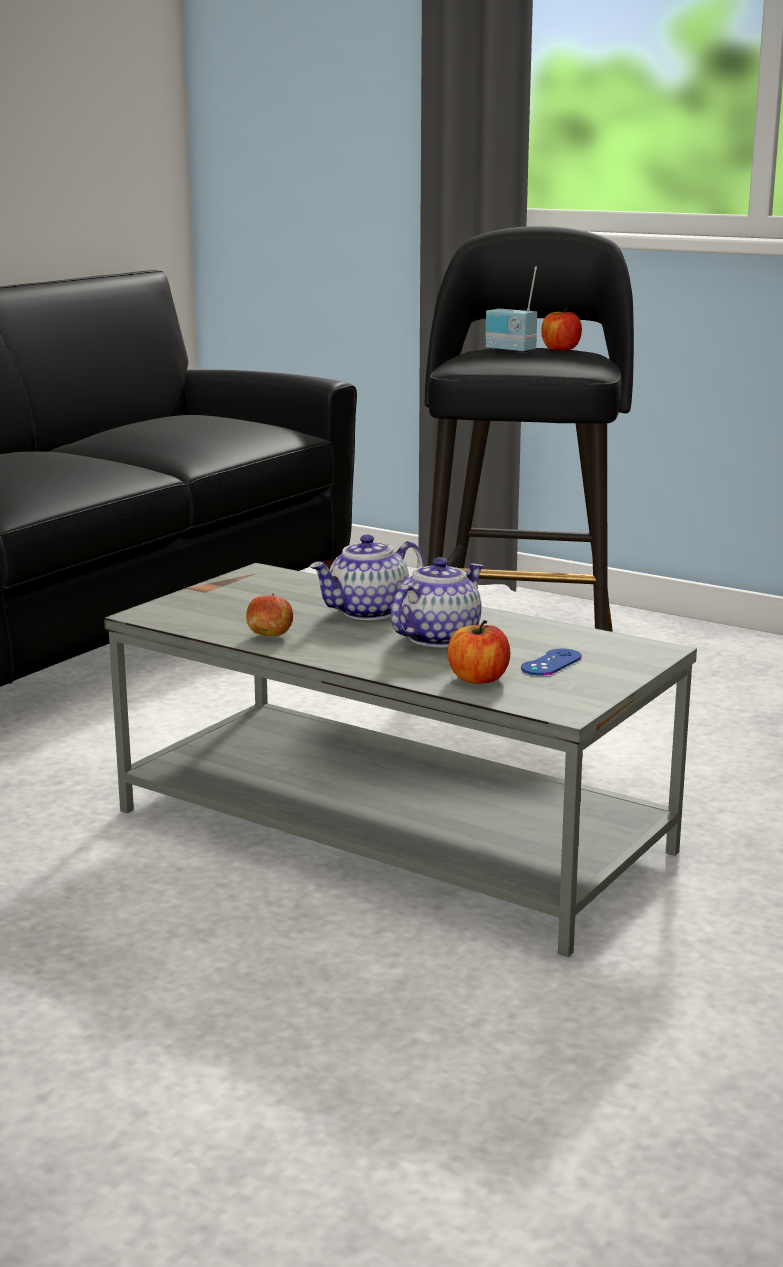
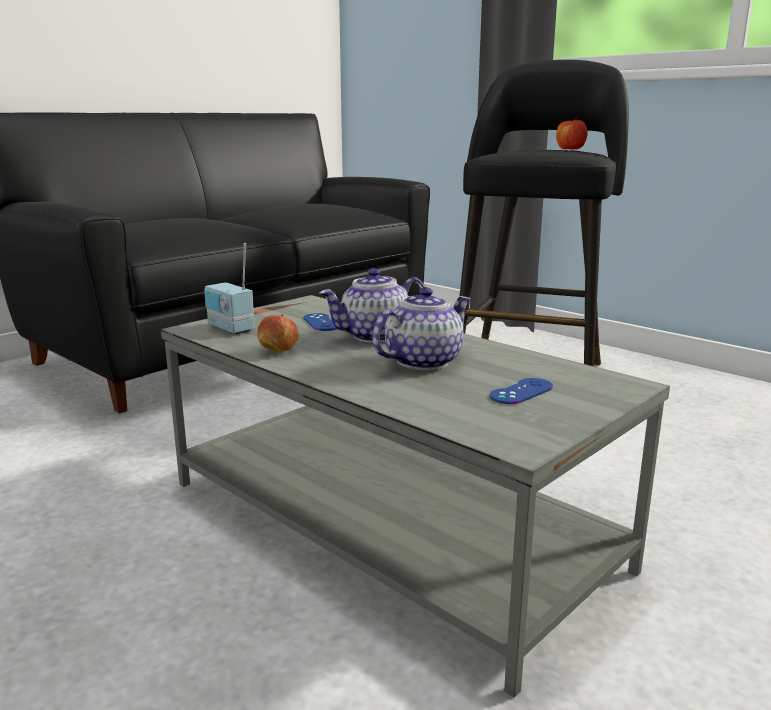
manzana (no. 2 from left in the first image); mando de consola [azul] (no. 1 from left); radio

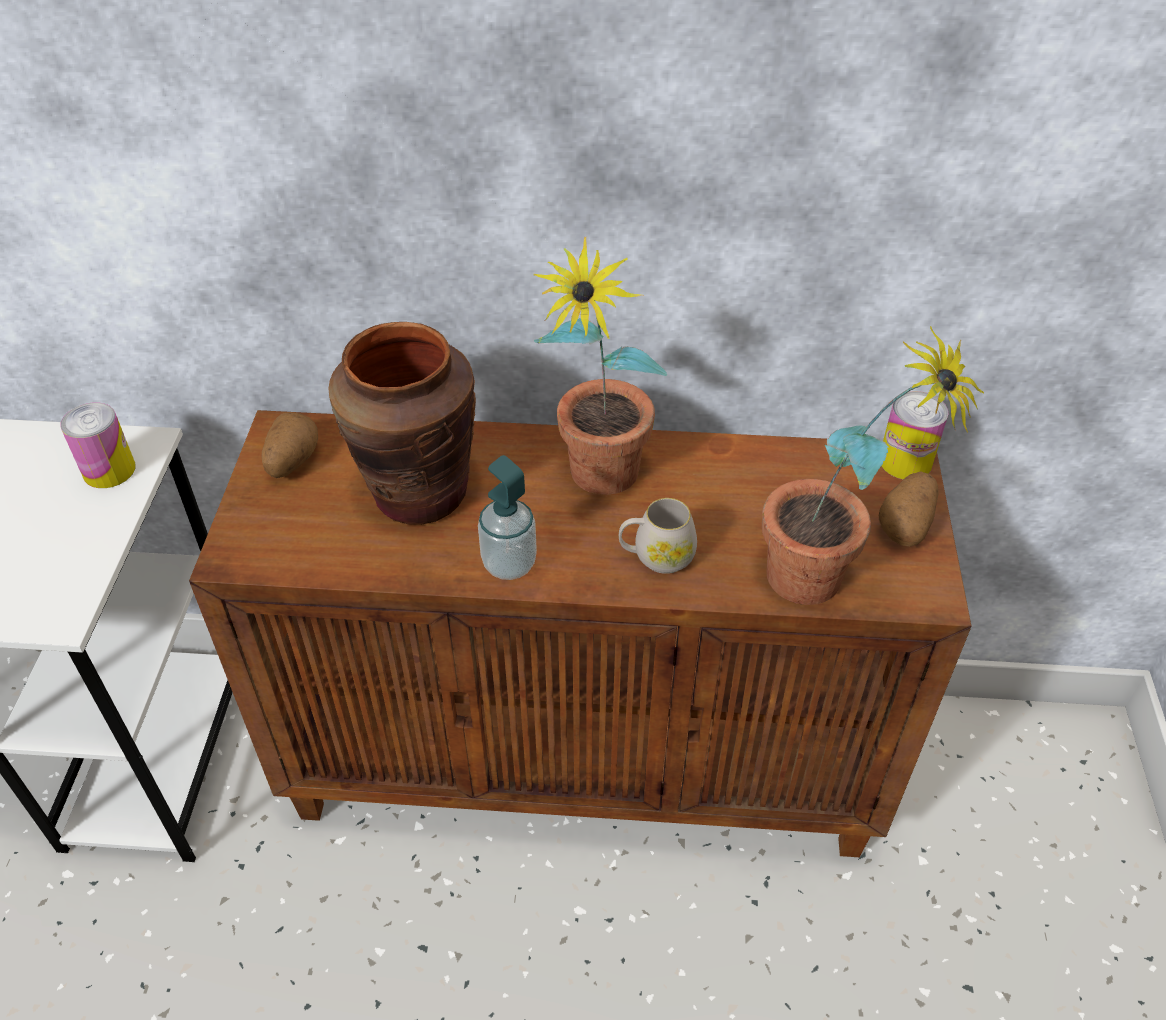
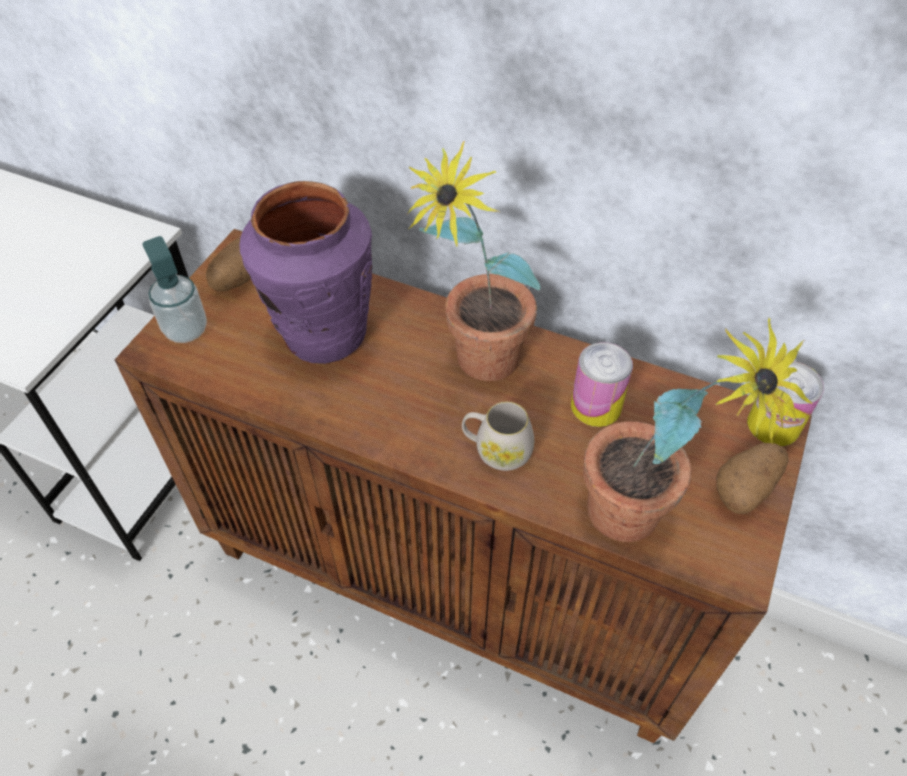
lata (no. 1 from left); dispensador de jabón; florero [morado]

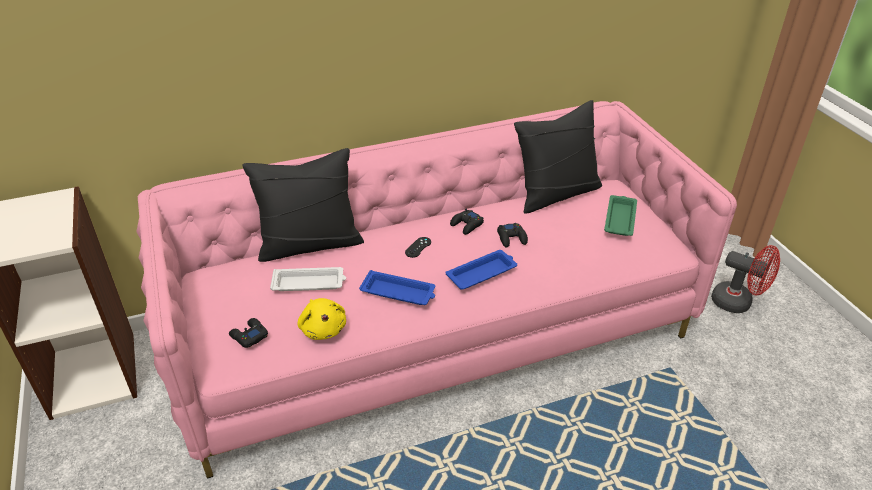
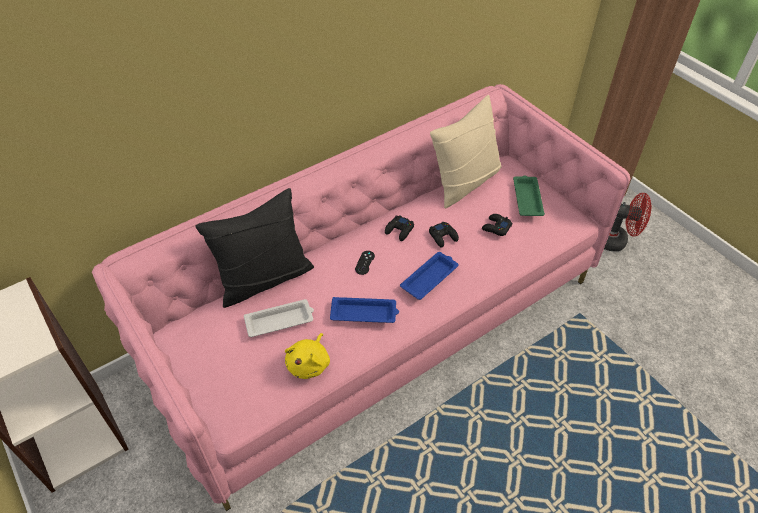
mando de consola [negro] (no. 4 from left); cojín [beis]; peluche [amarillo]

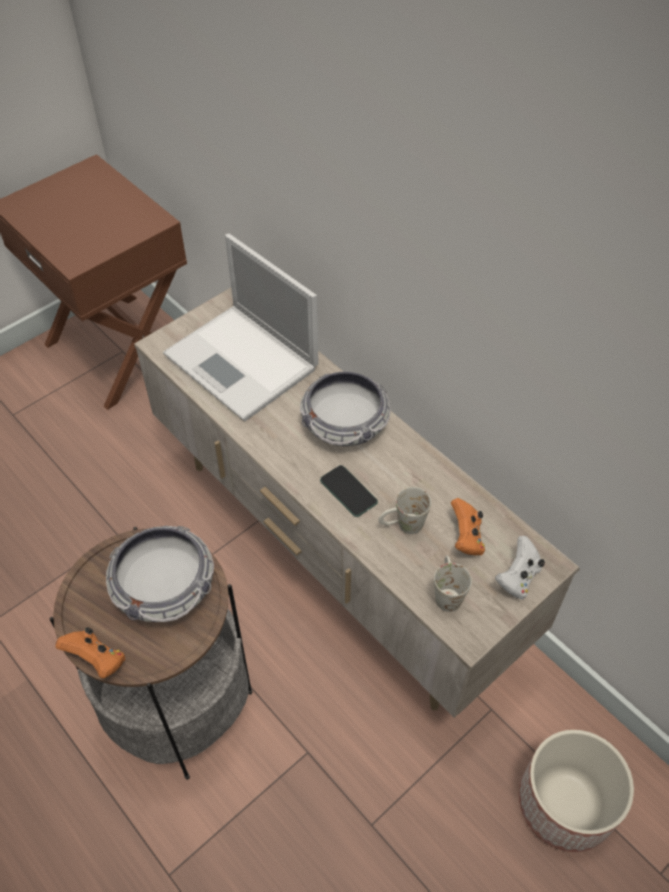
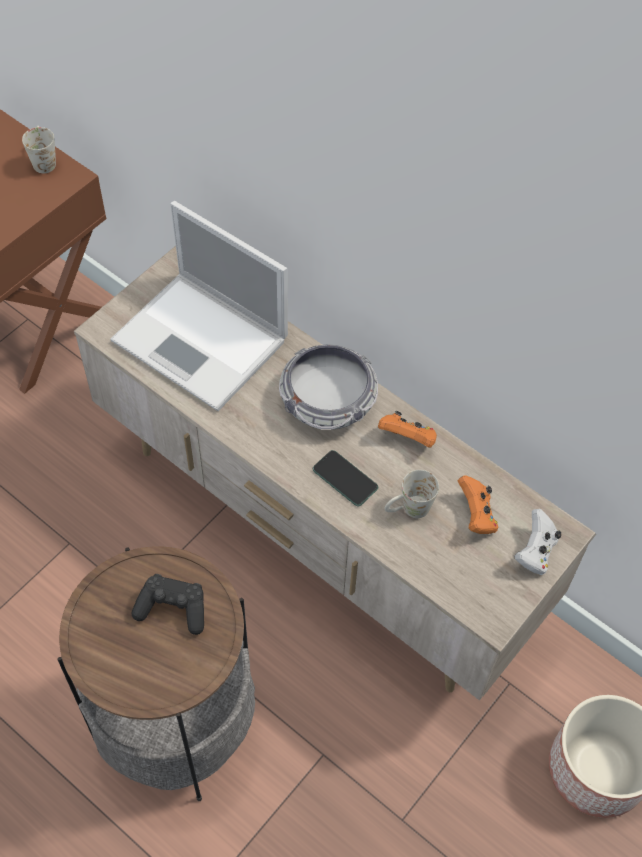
mando de consola [naranja] (no. 1 from left); taza grande [blanco] (no. 1 from left); mando de consola [negro]

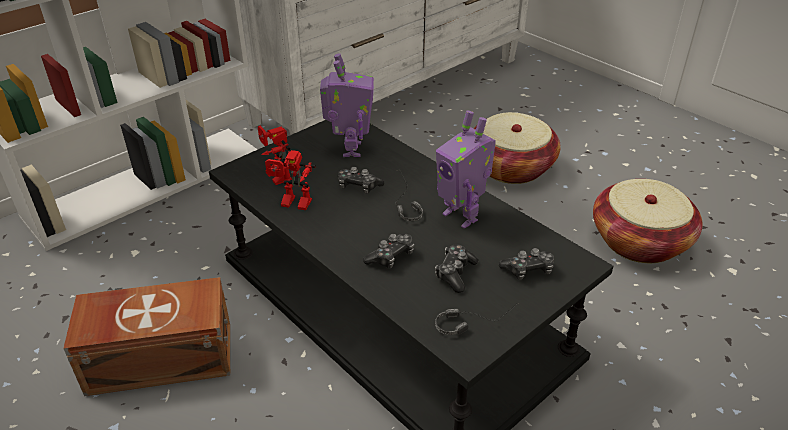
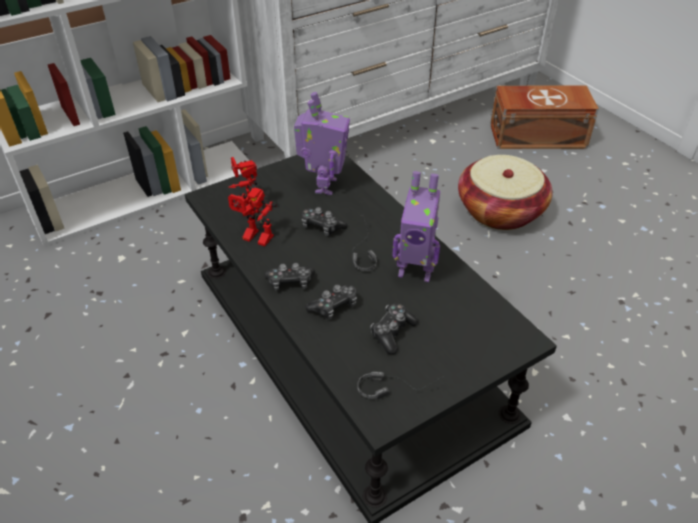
cesta (no. 2 from left in the first image); caja de almacenaje [marrón]; mando de consola (no. 1 from left); robot de juguete (no. 4 from left)

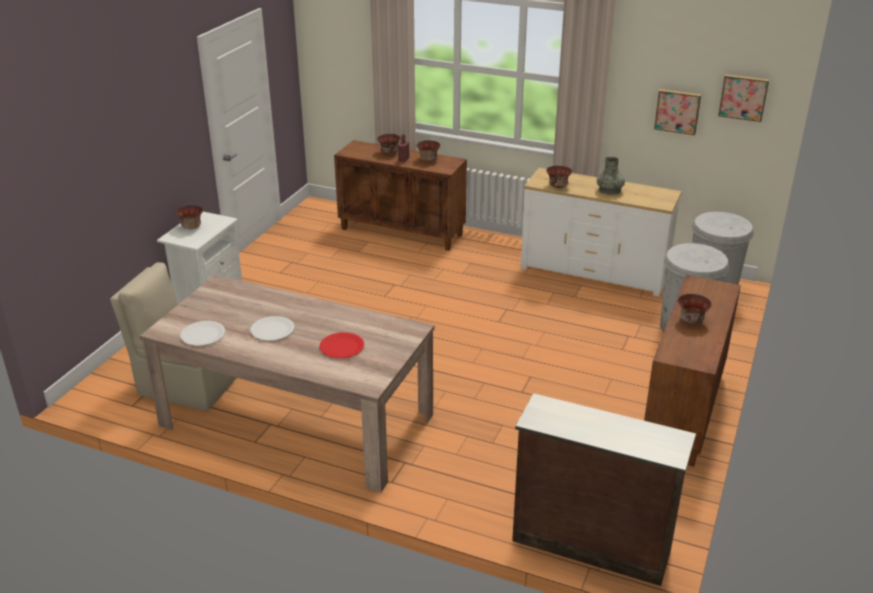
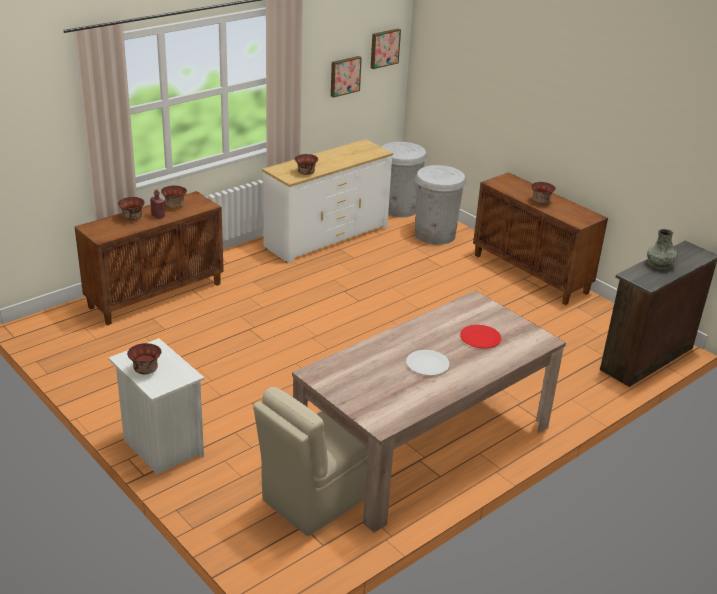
plato [blanco] (no. 1 from left in the first image); florero [gris]

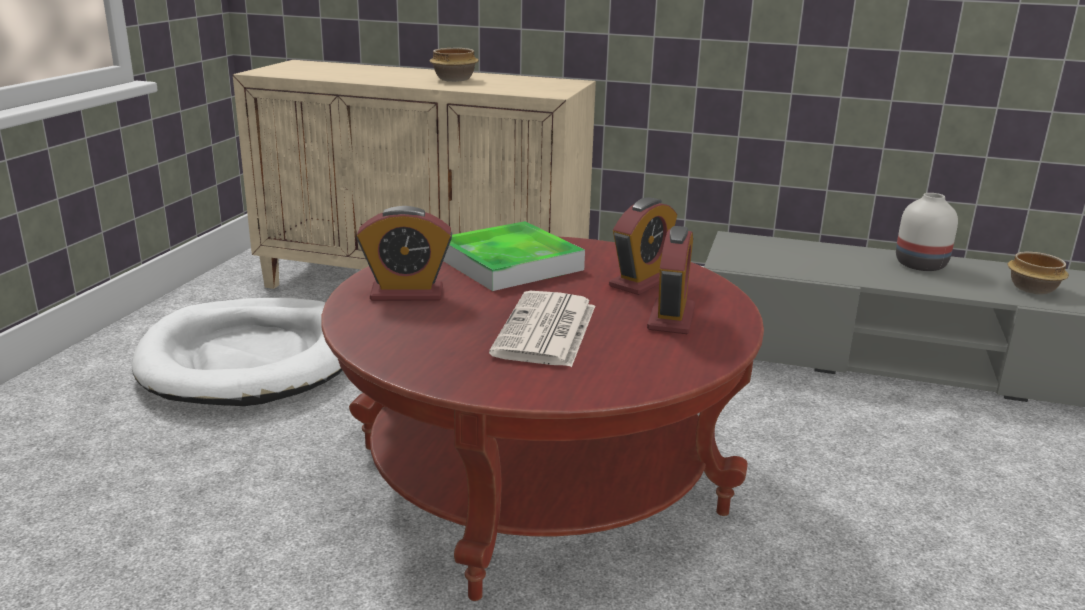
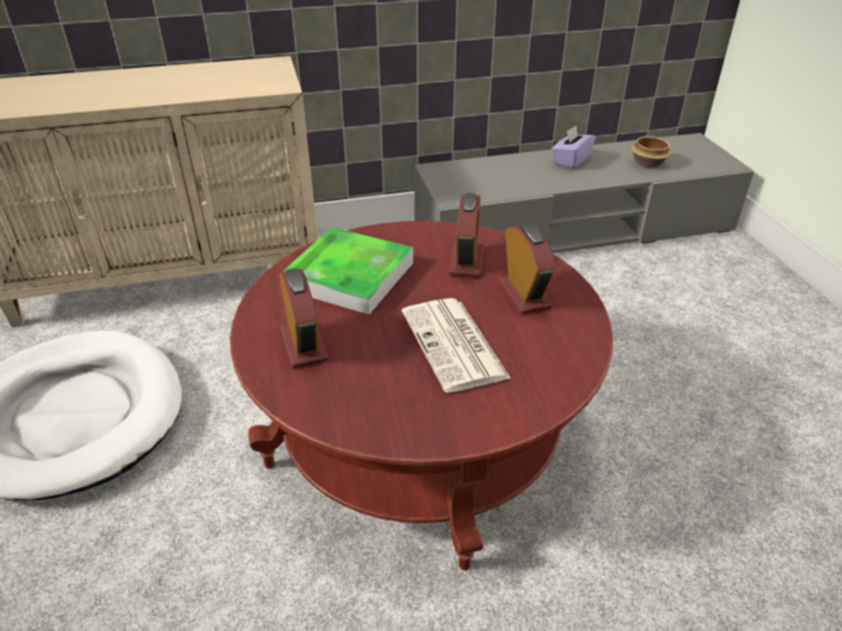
cuenco (no. 1 from left in the first image); caja de pañuelos [morado]; despertador (no. 1 from left)

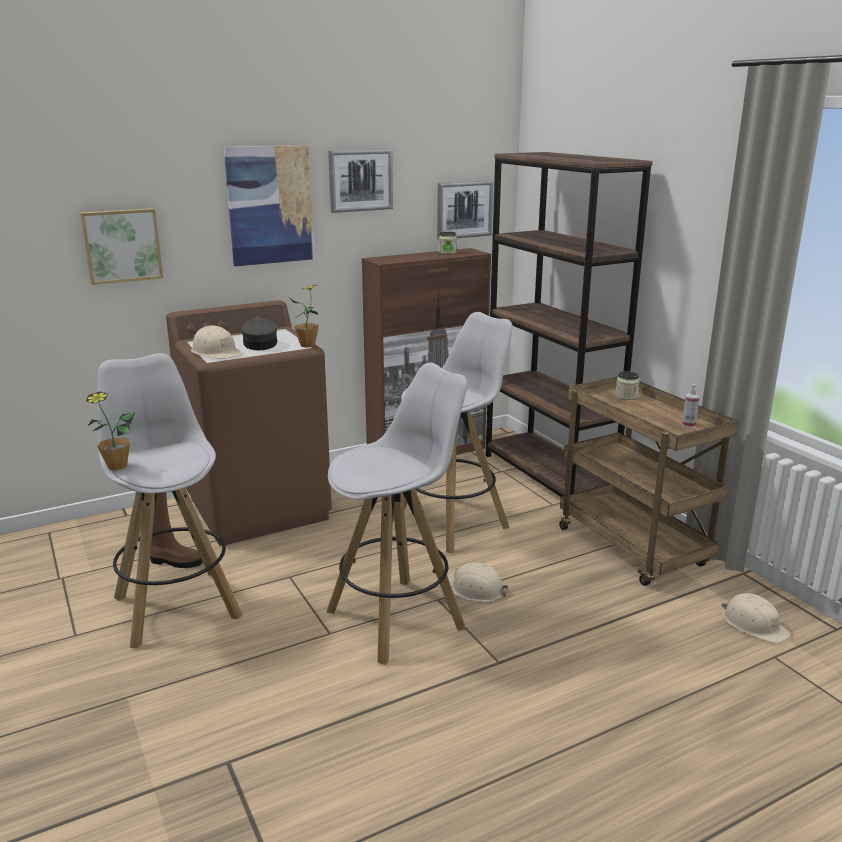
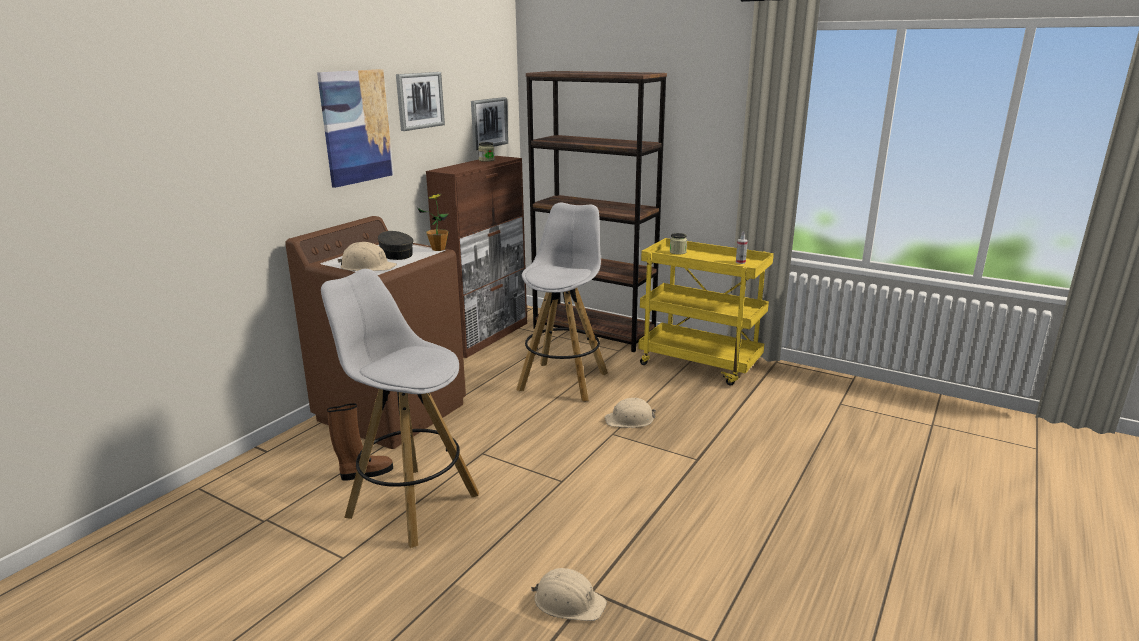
cuadro (no. 1 from left in the first image); planta en maceta (no. 1 from left in the first image); taburete [blanco] (no. 2 from left in the first image); casco [beis] (no. 2 from left); carrito [amarillo]

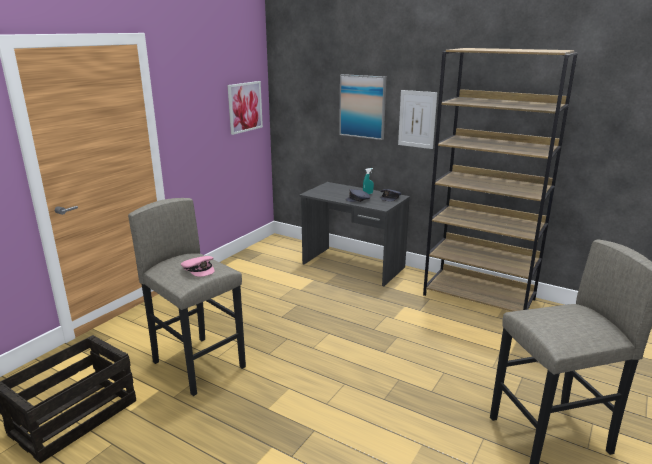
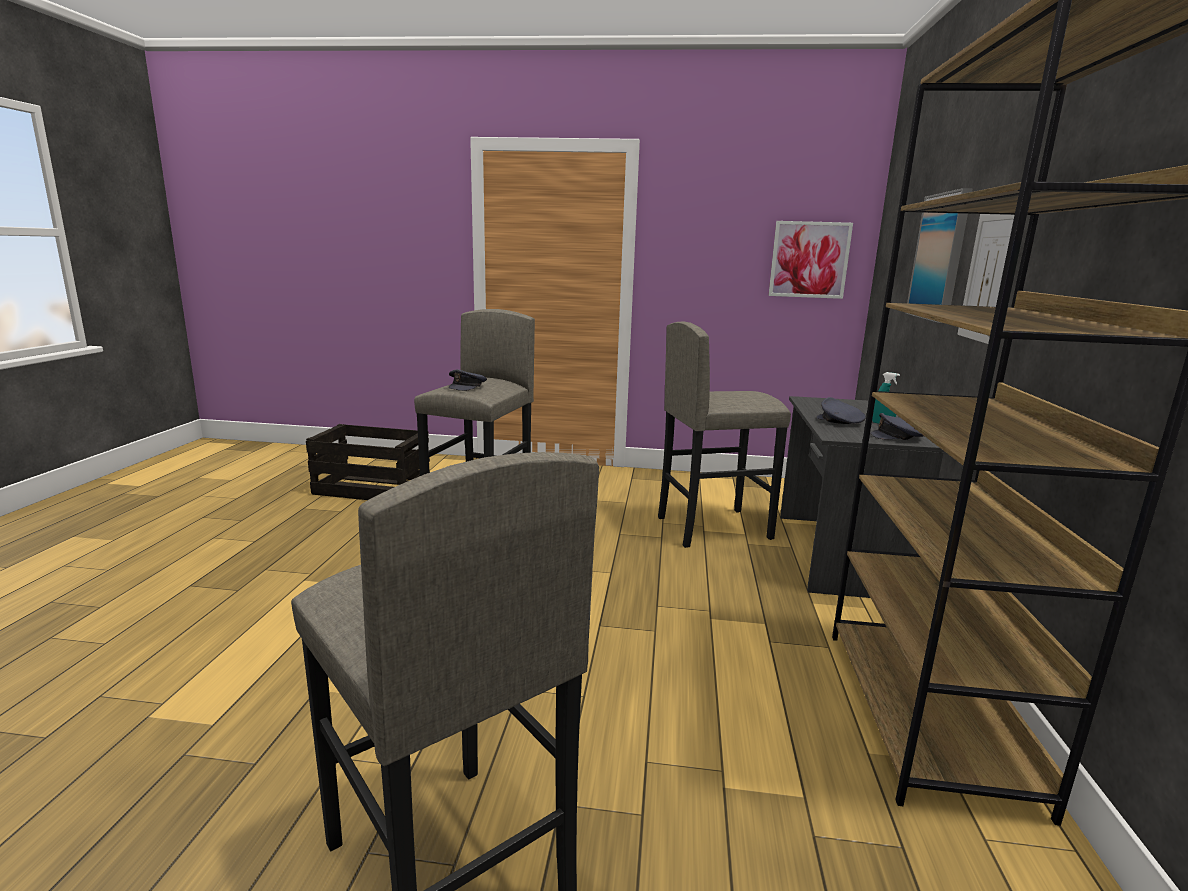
taburete [gris] (no. 3 from left); gorra [gris] (no. 1 from left)

